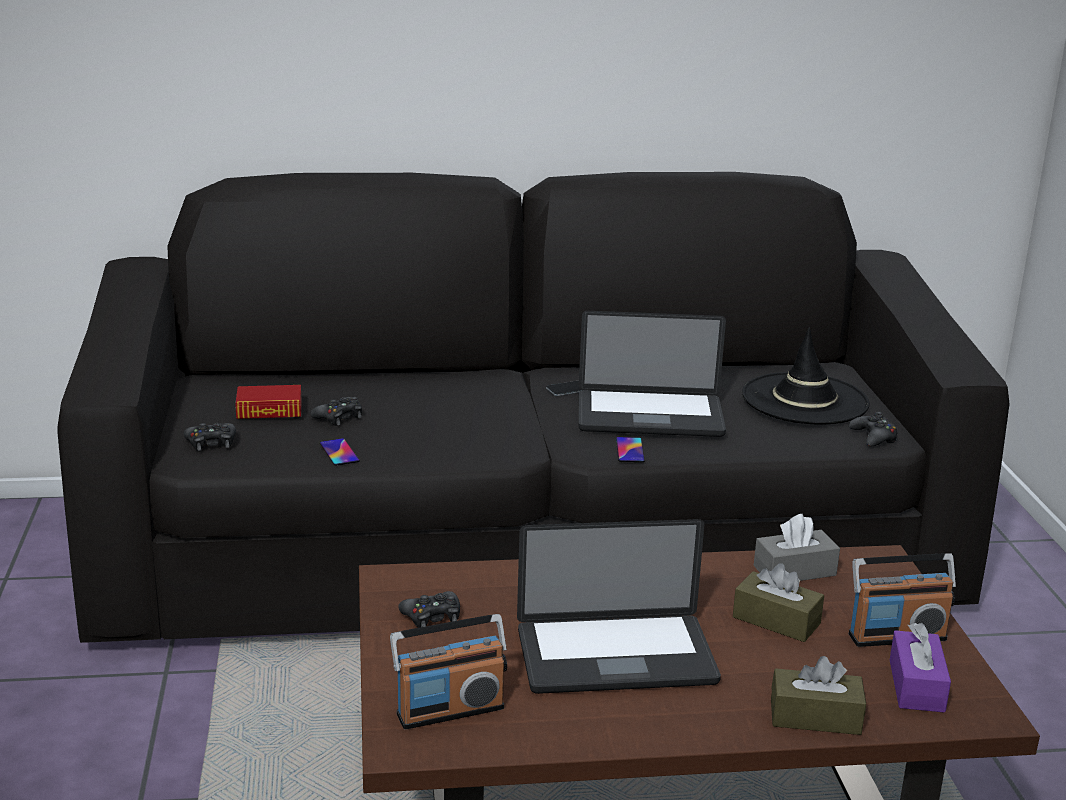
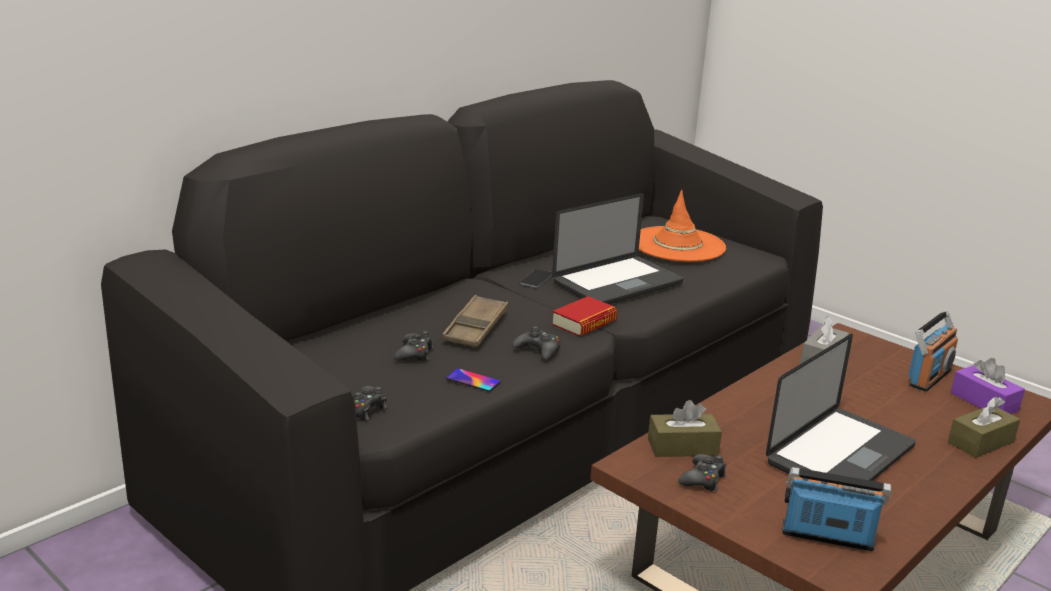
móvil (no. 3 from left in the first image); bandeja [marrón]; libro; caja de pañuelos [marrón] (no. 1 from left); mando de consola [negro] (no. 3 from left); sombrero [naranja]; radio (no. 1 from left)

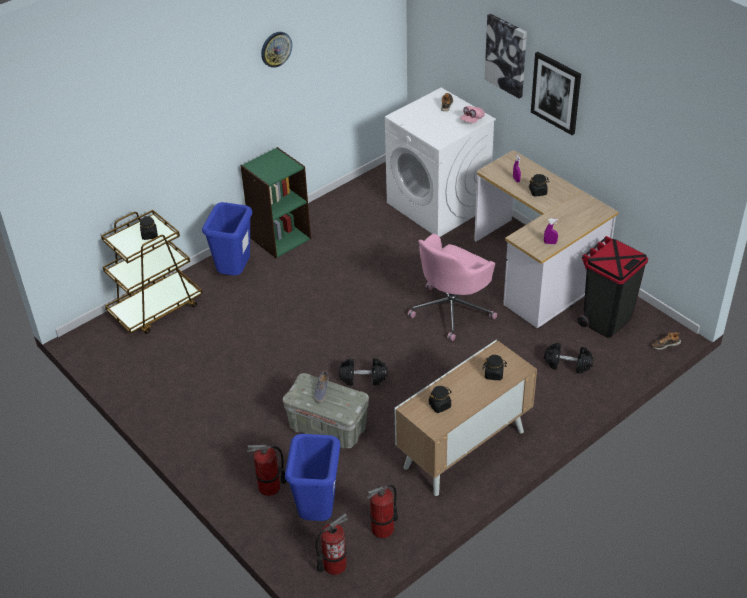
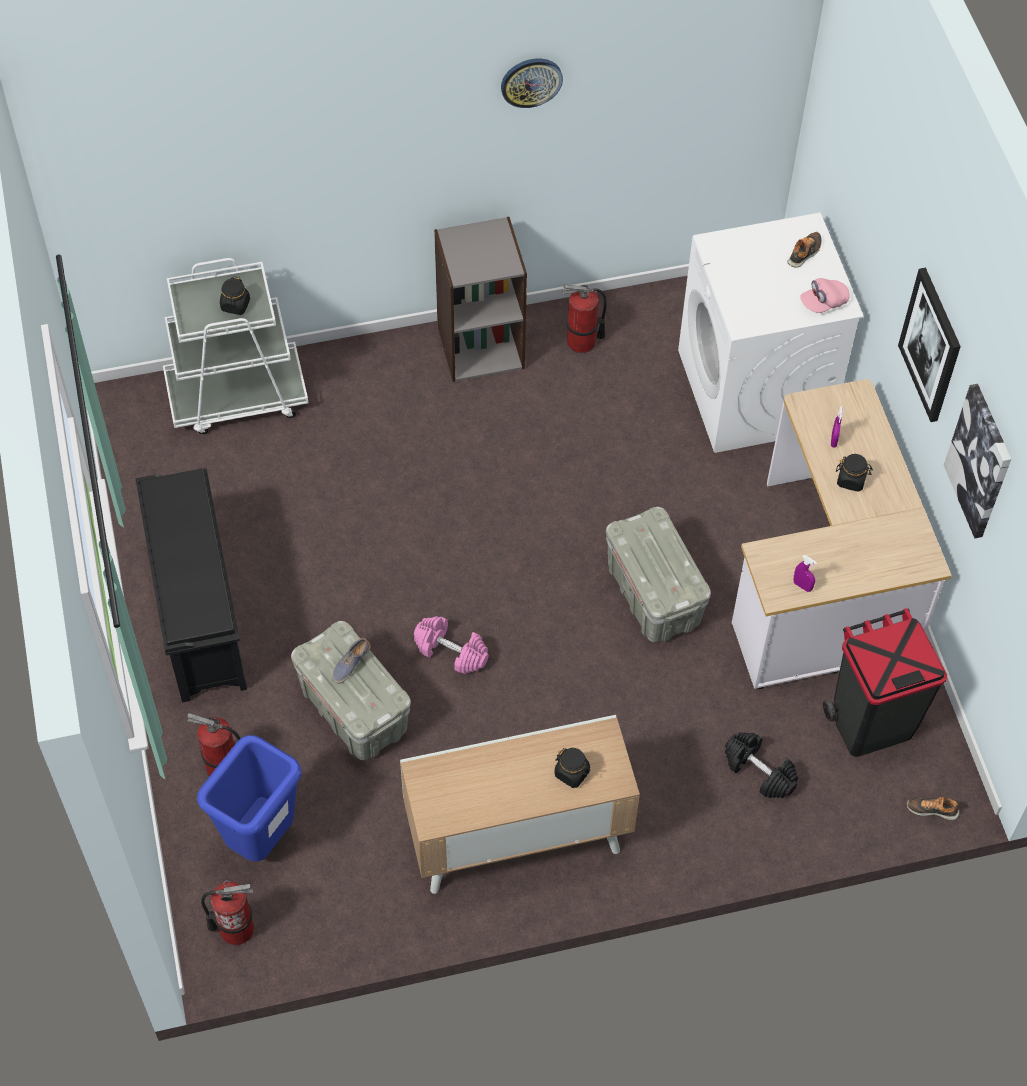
papelera [azul] (no. 1 from left in the first image); tarro [negro] (no. 2 from left in the first image); zapatero [negro]; extintor (no. 3 from left); cuadro (no. 2 from left); caja de almacenaje [gris] (no. 2 from left); carrito [blanco]; estantería [gris]; mancuerna [rosa]

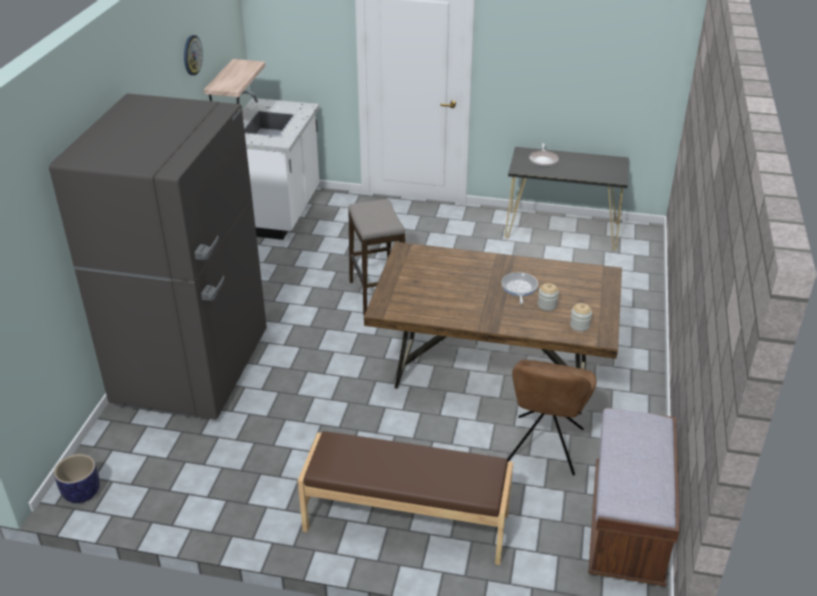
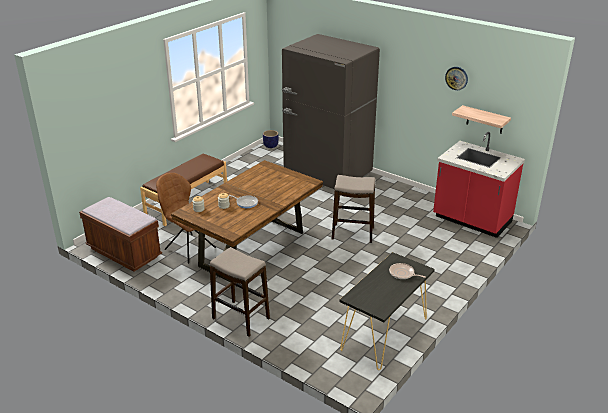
taburete (no. 1 from left); mueble bajo de cocina [rojo]

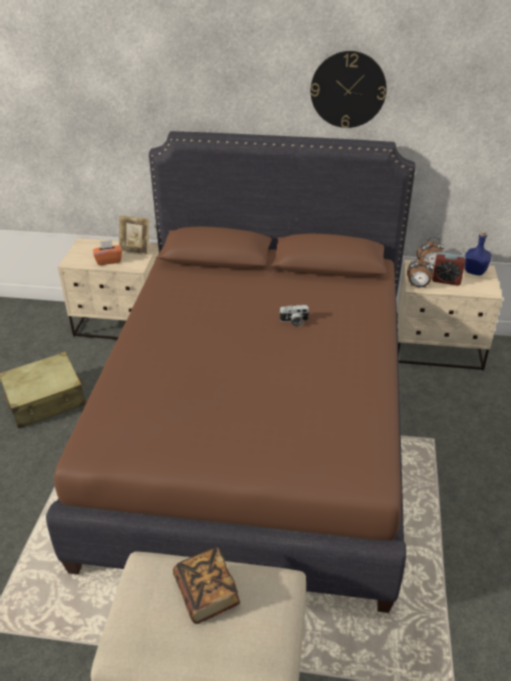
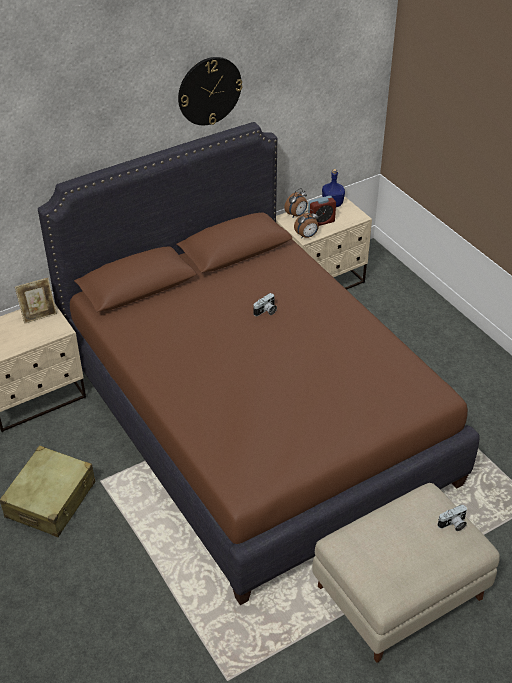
caja de pañuelos [naranja]; libro; cámara (no. 2 from left)

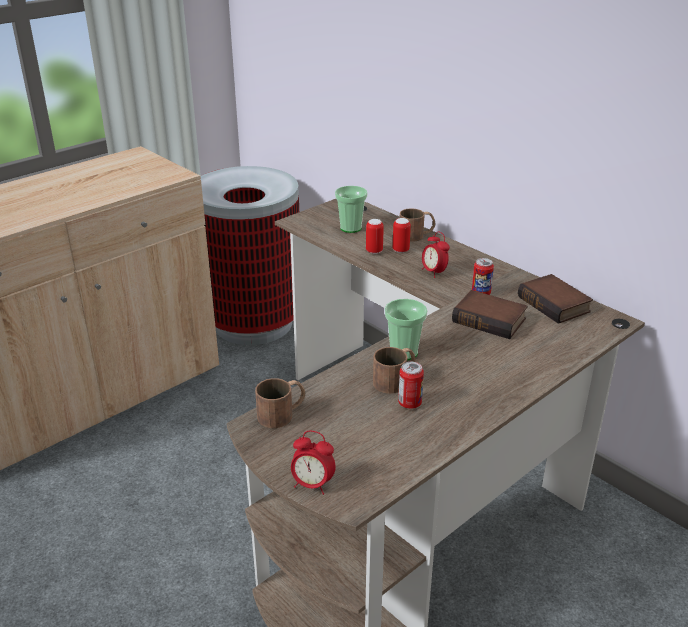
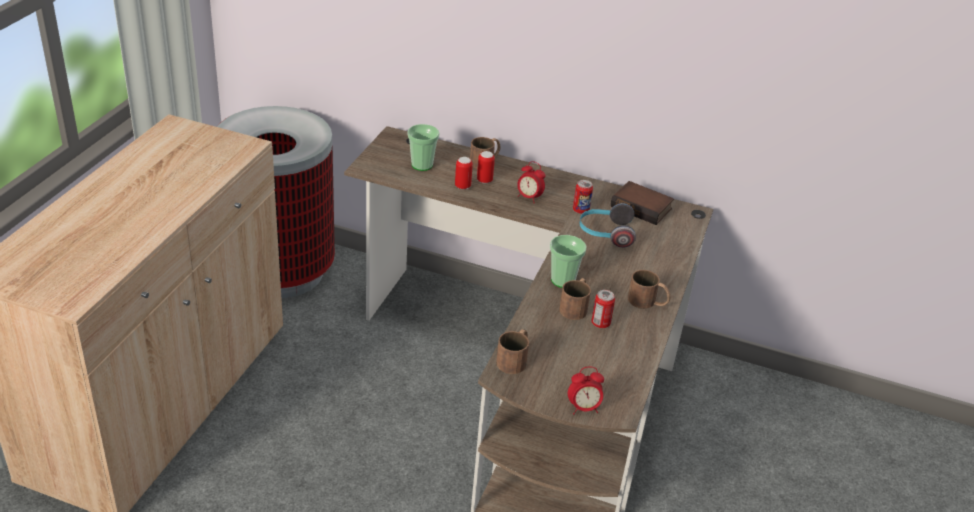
taza grande [marrón] (no. 4 from left); auriculares

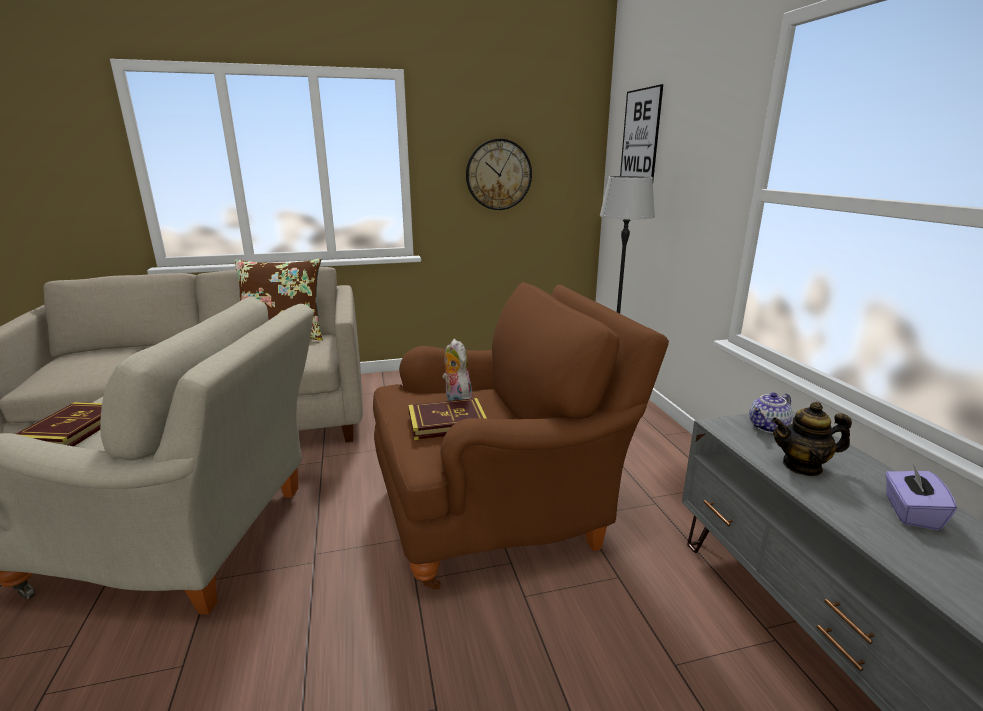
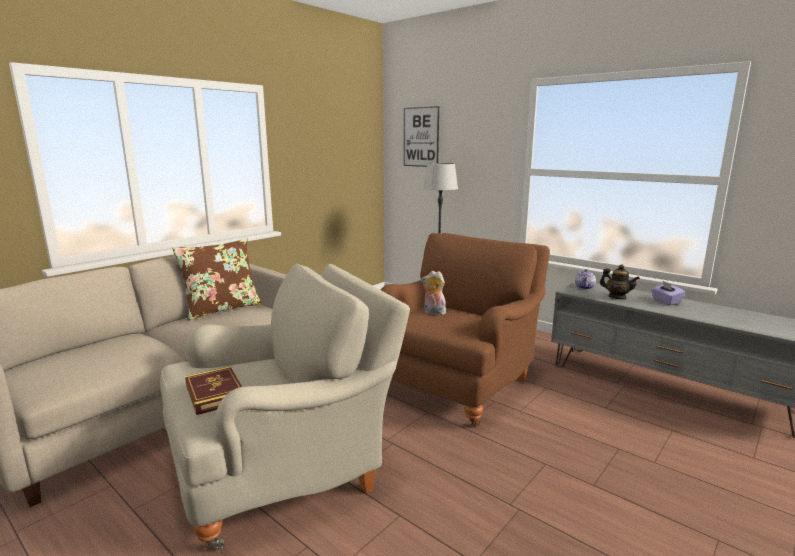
libro (no. 2 from left in the first image); reloj de pared; tetera (no. 2 from left)

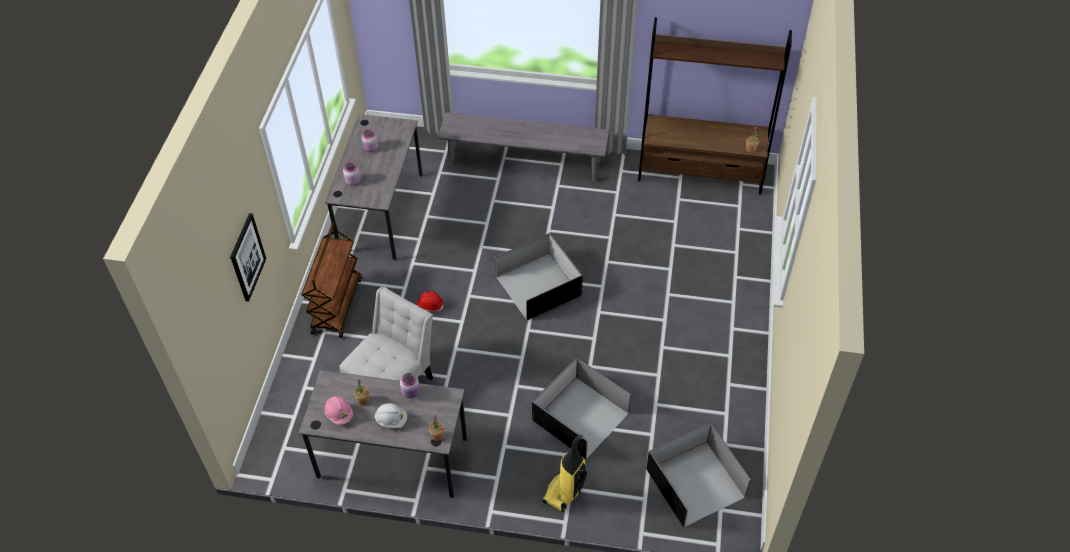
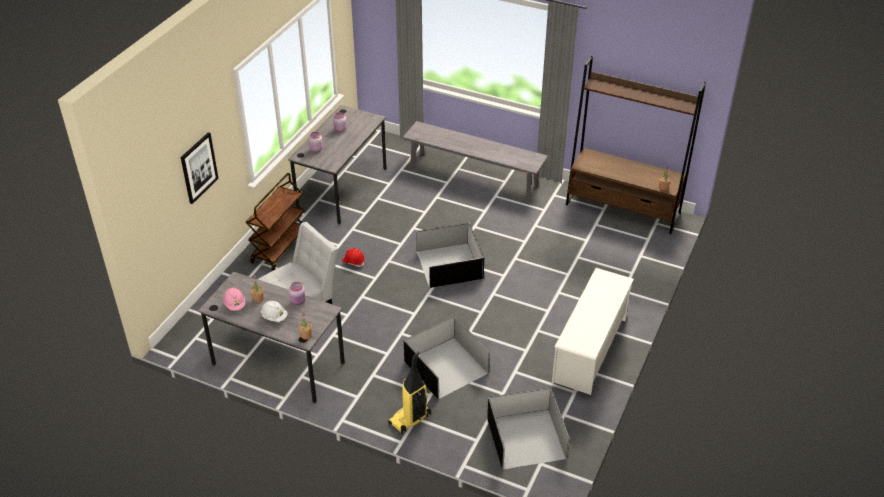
zapatero [blanco]

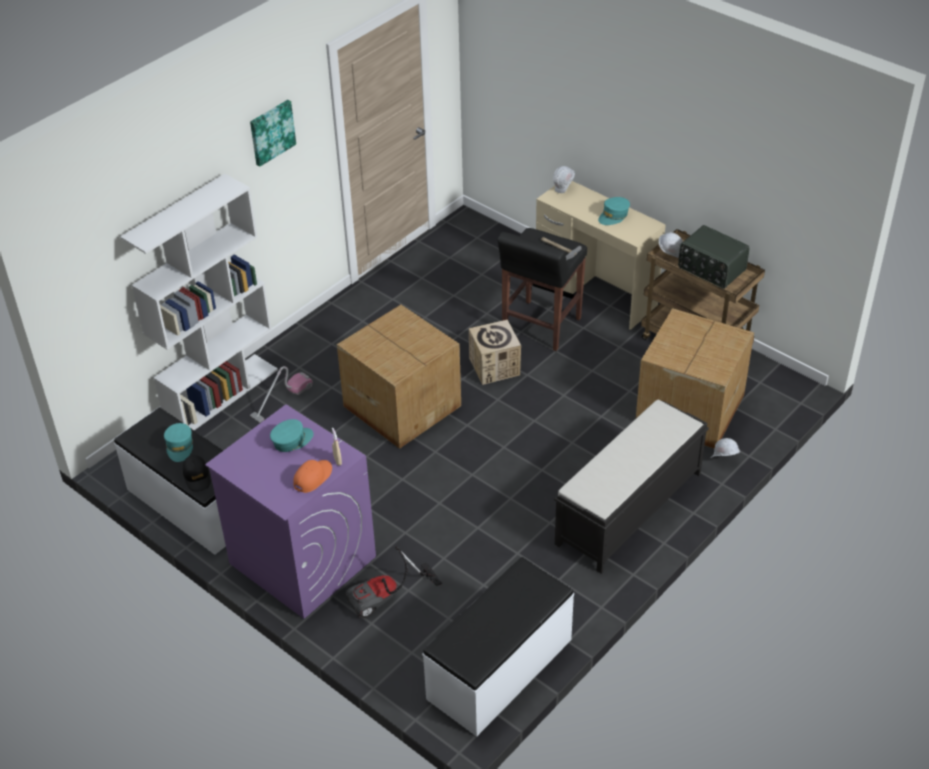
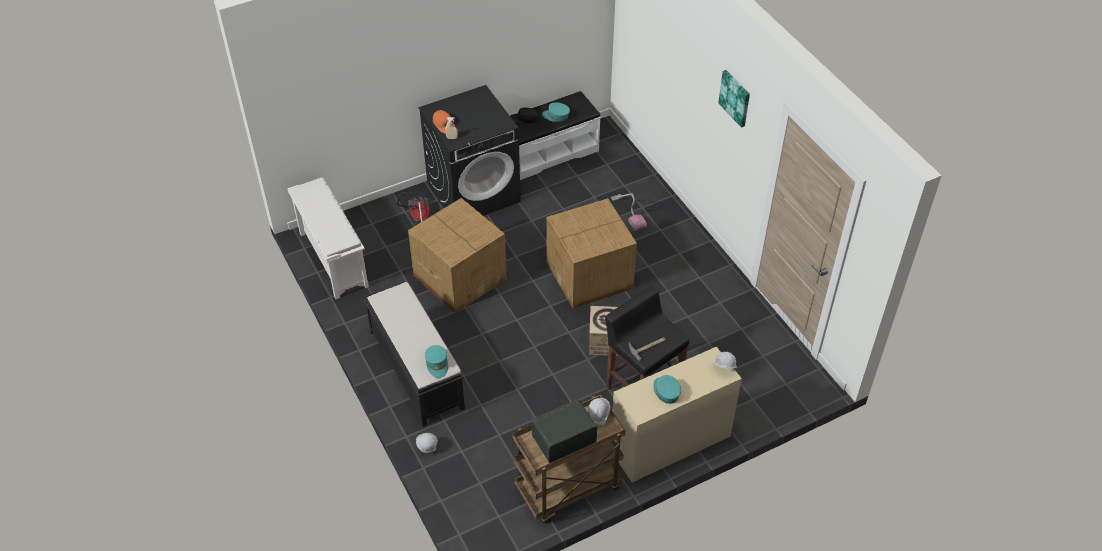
estantería [blanco]; gorra [turquesa] (no. 1 from left); caja de cartón (no. 1 from left); zapatero [blanco]; lavadora [negro]

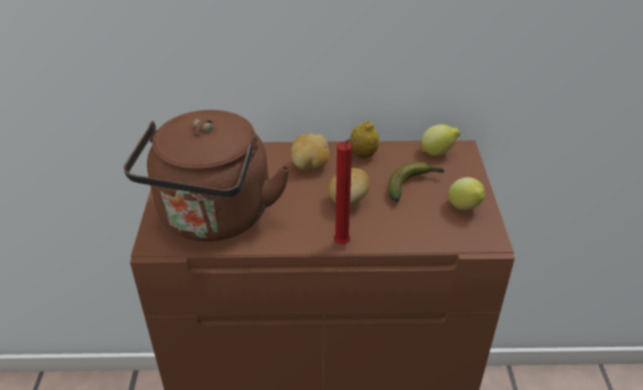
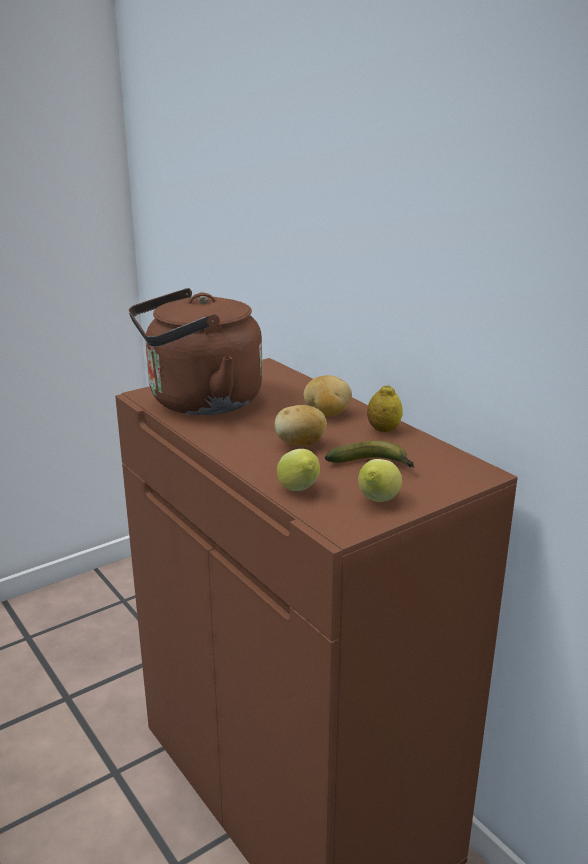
vela [rojo]; limón (no. 1 from left)

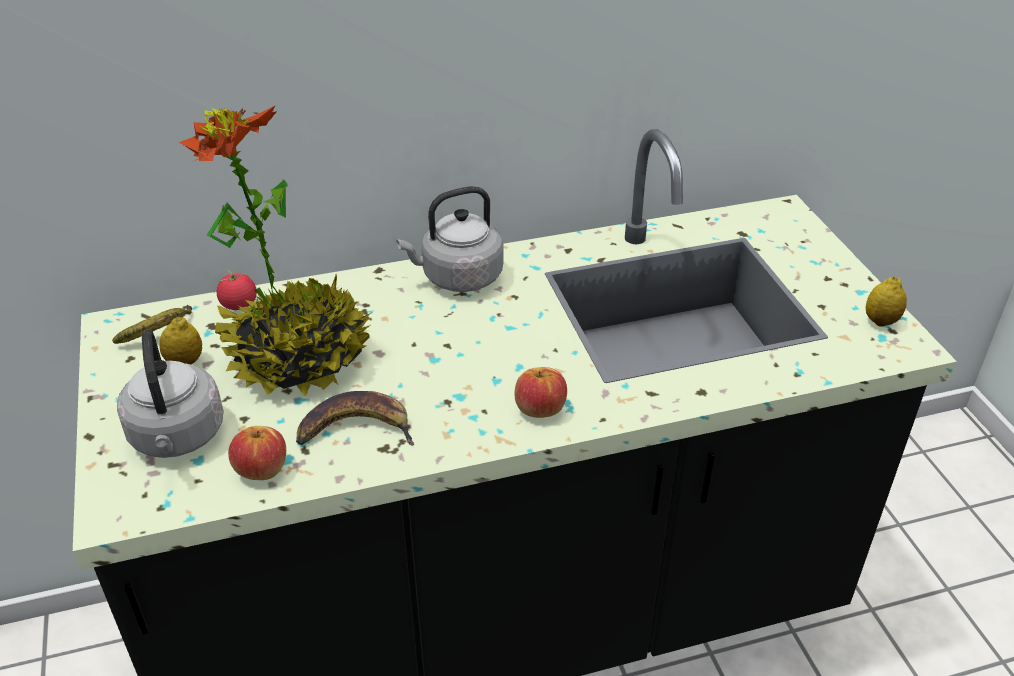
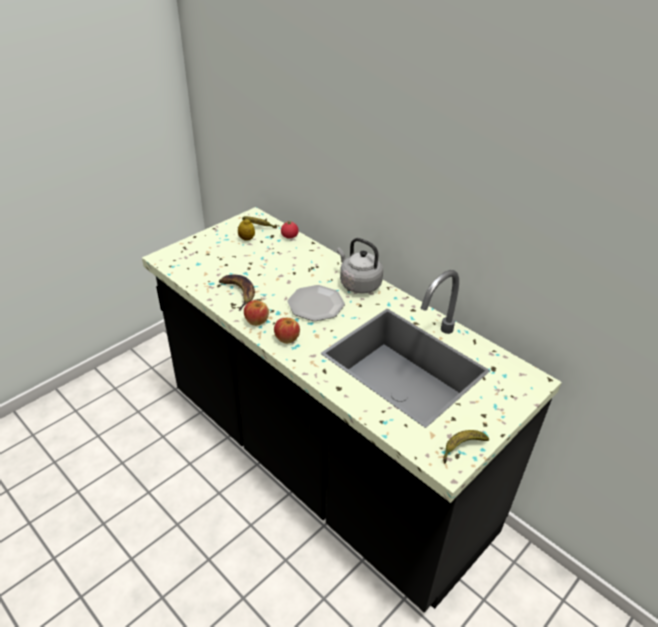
hervidor [gris] (no. 1 from left in the first image); planta en maceta; plato; manzana (no. 1 from left); plátano (no. 3 from left)

